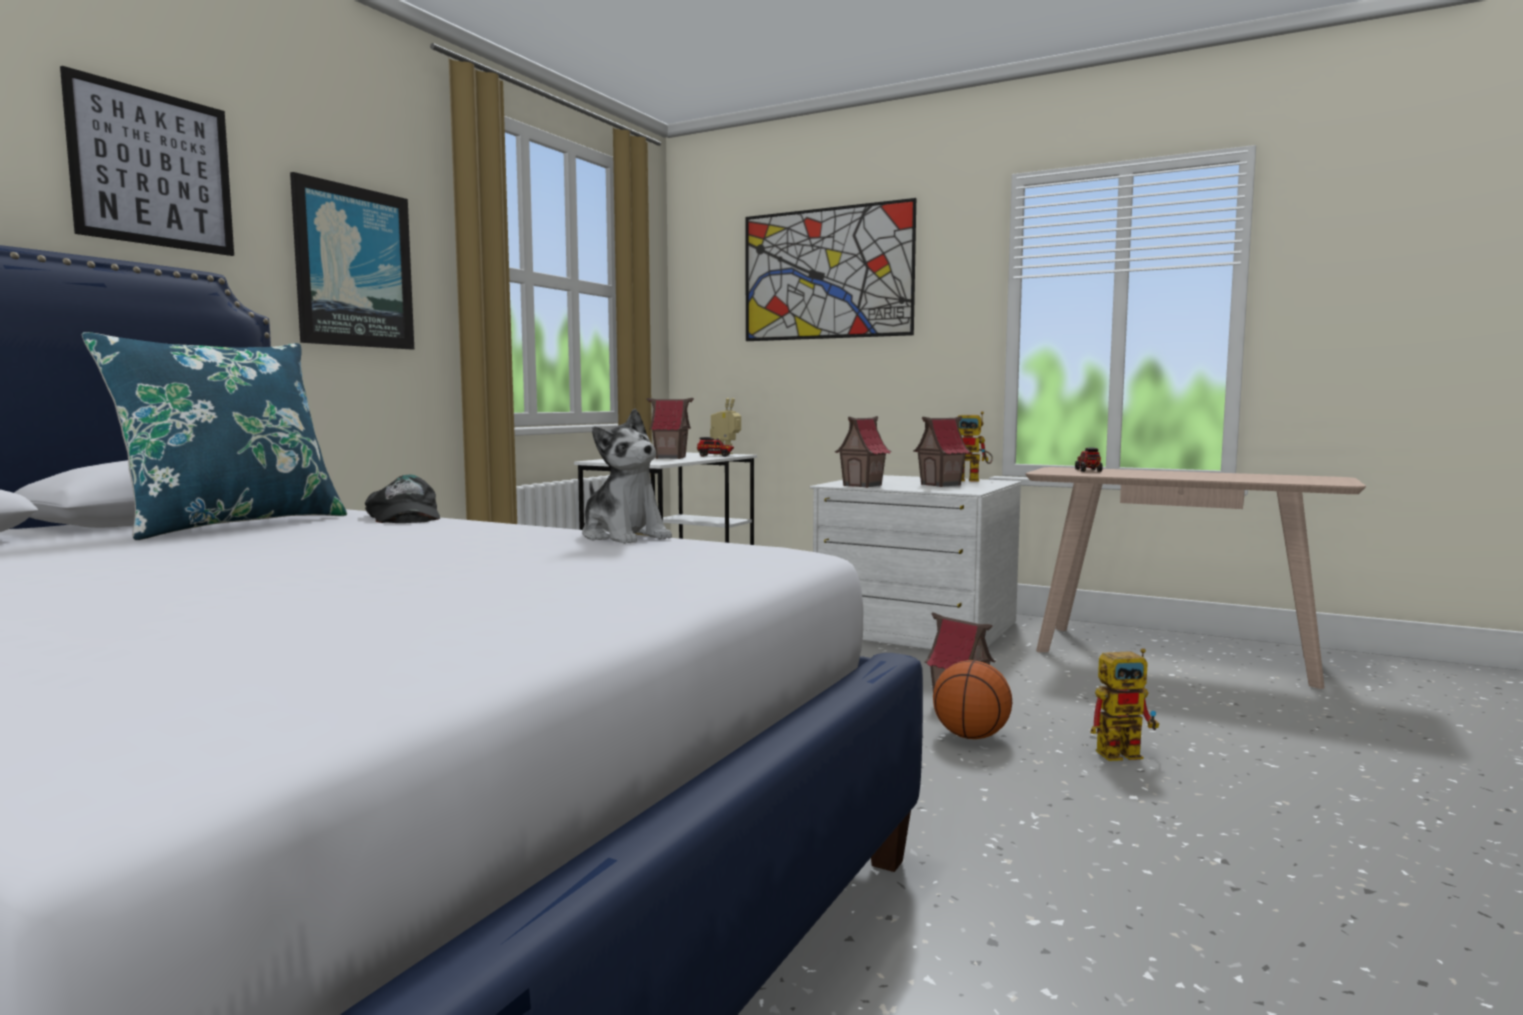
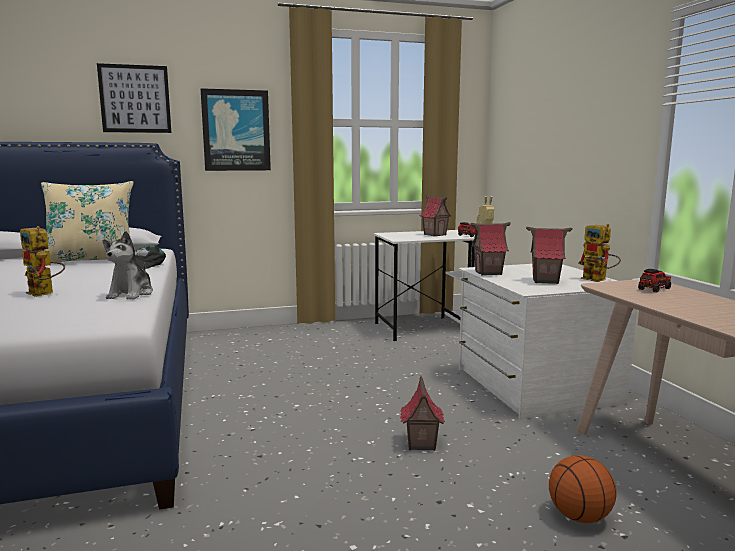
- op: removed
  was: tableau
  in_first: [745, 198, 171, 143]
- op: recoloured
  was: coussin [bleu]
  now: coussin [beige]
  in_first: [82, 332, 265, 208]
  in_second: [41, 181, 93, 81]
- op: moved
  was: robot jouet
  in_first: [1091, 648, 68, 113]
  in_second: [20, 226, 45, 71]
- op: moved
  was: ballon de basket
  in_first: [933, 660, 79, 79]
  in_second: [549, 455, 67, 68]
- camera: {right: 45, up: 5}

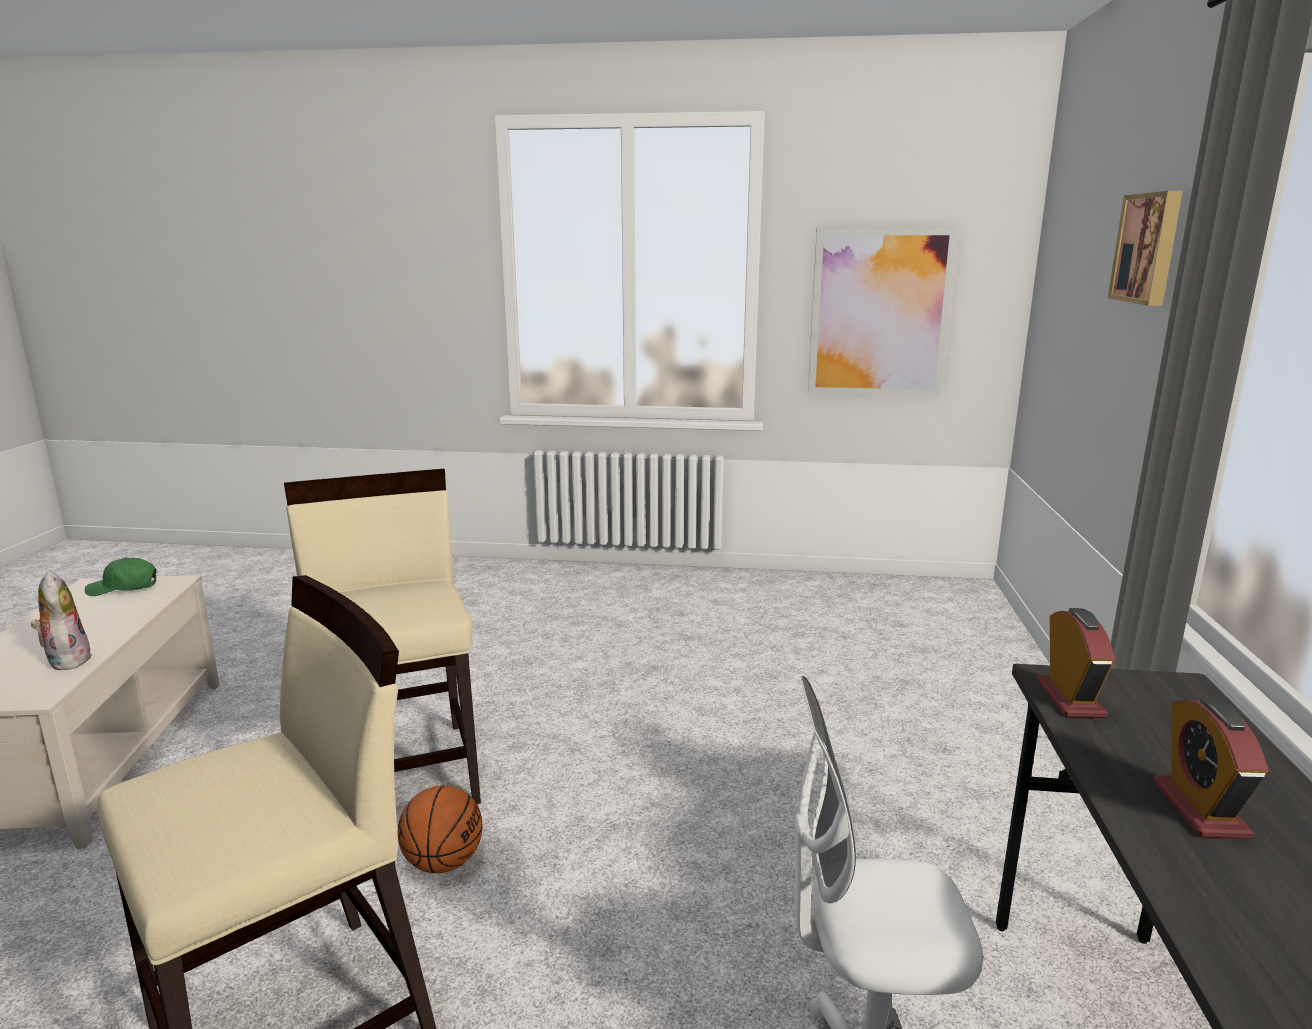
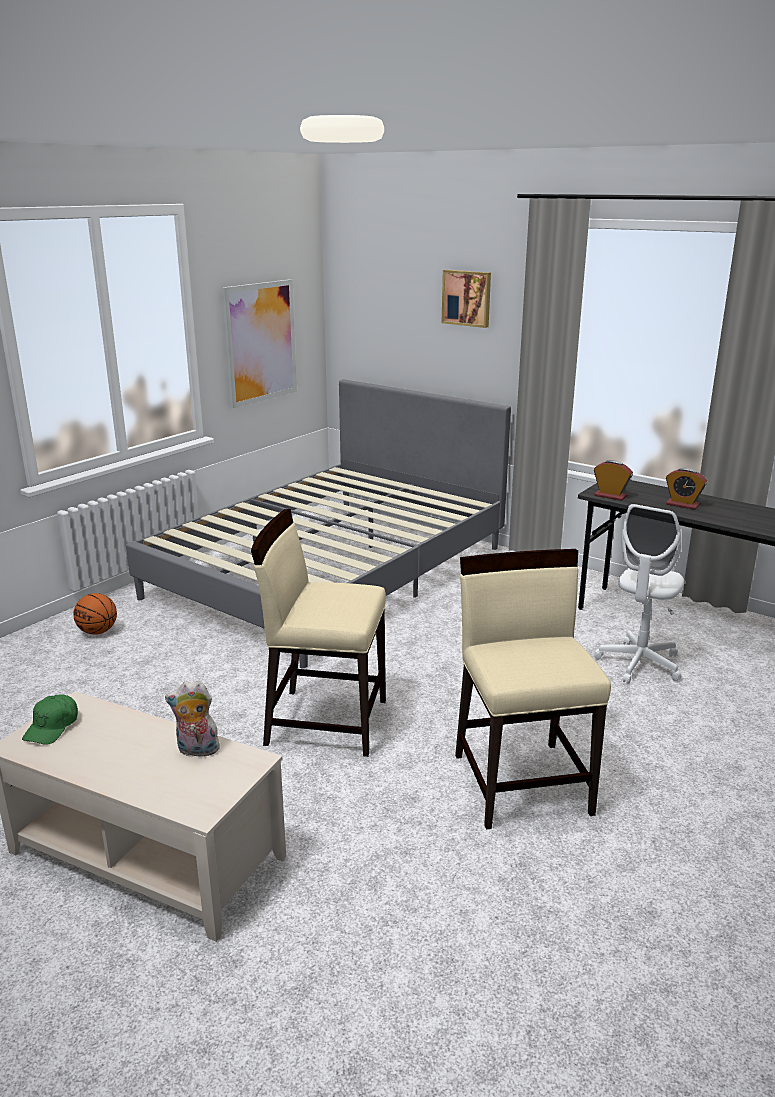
- op: moved
  was: ballon de basket
  in_first: [397, 786, 86, 87]
  in_second: [73, 593, 44, 42]
- op: added
  now: lit [gris]
  in_second: [126, 379, 385, 289]
- camera: {right: -60, up: 5}

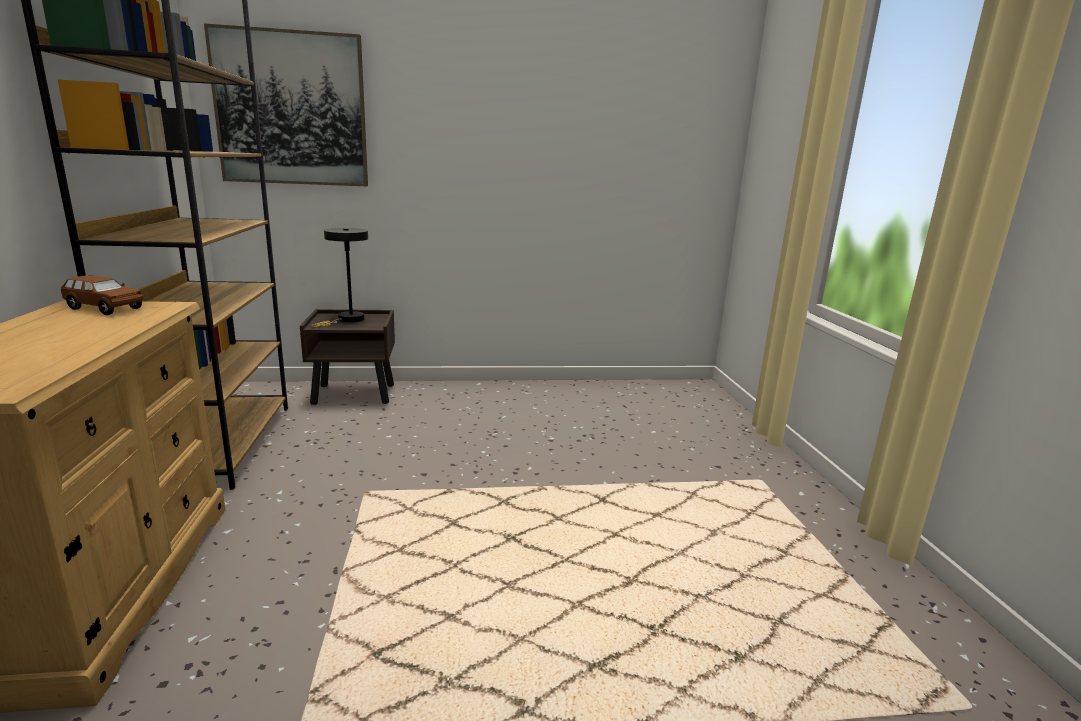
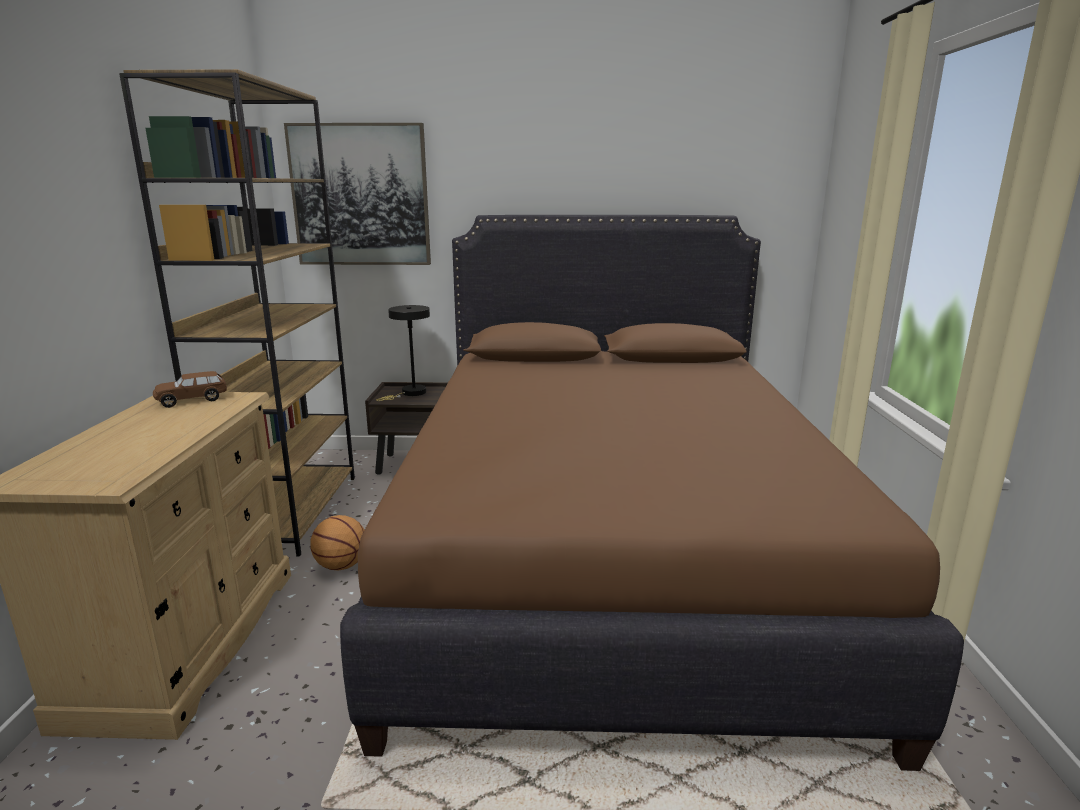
- op: turned
  was: petite voiture [marron]
  in_first: [61, 276, 82, 39]
  in_second: [153, 371, 74, 37]
  clockwise: 120
- op: added
  now: lit [marron]
  in_second: [340, 215, 624, 556]
- op: added
  now: ballon de basket
  in_second: [310, 515, 54, 56]
- camera: {right: 10, up: 0}

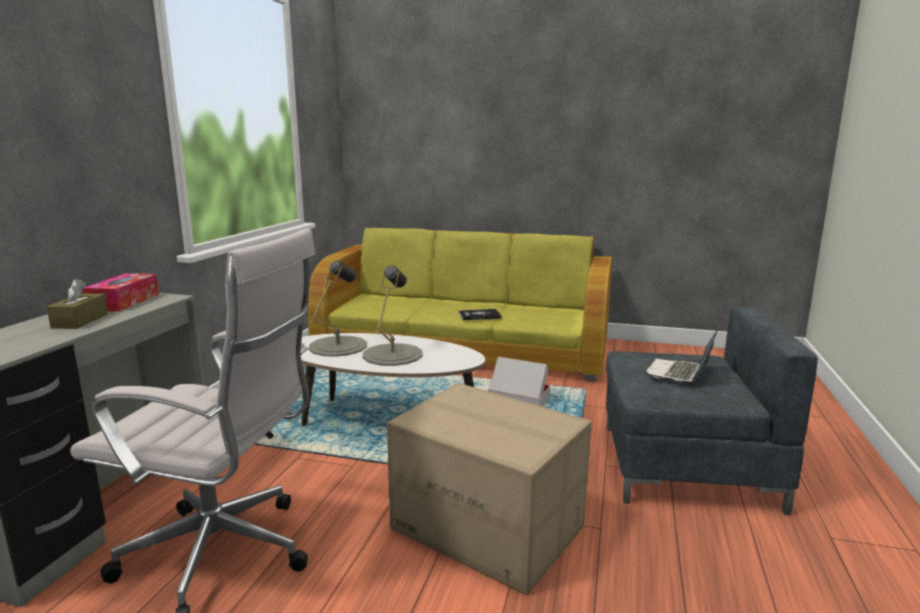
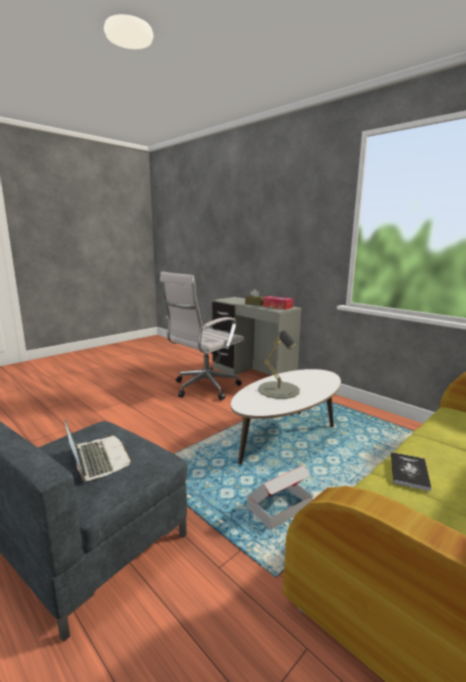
- op: removed
  was: lampe de table [gris]
  in_first: [308, 260, 59, 97]
- op: removed
  was: carton
  in_first: [387, 383, 205, 212]
- camera: {right: 120, up: 0}

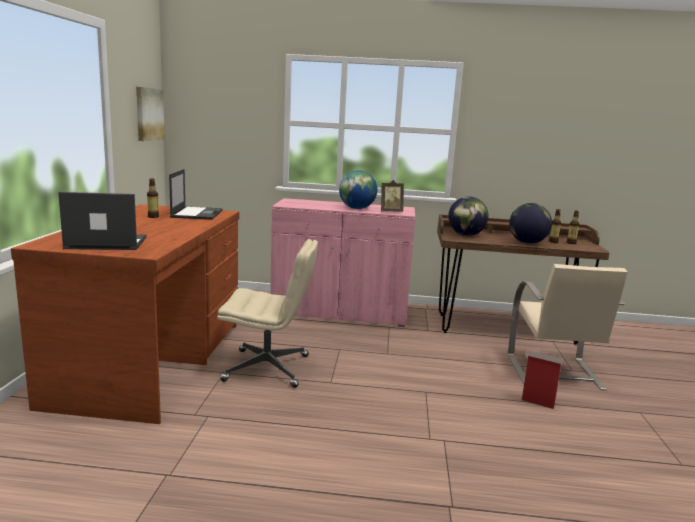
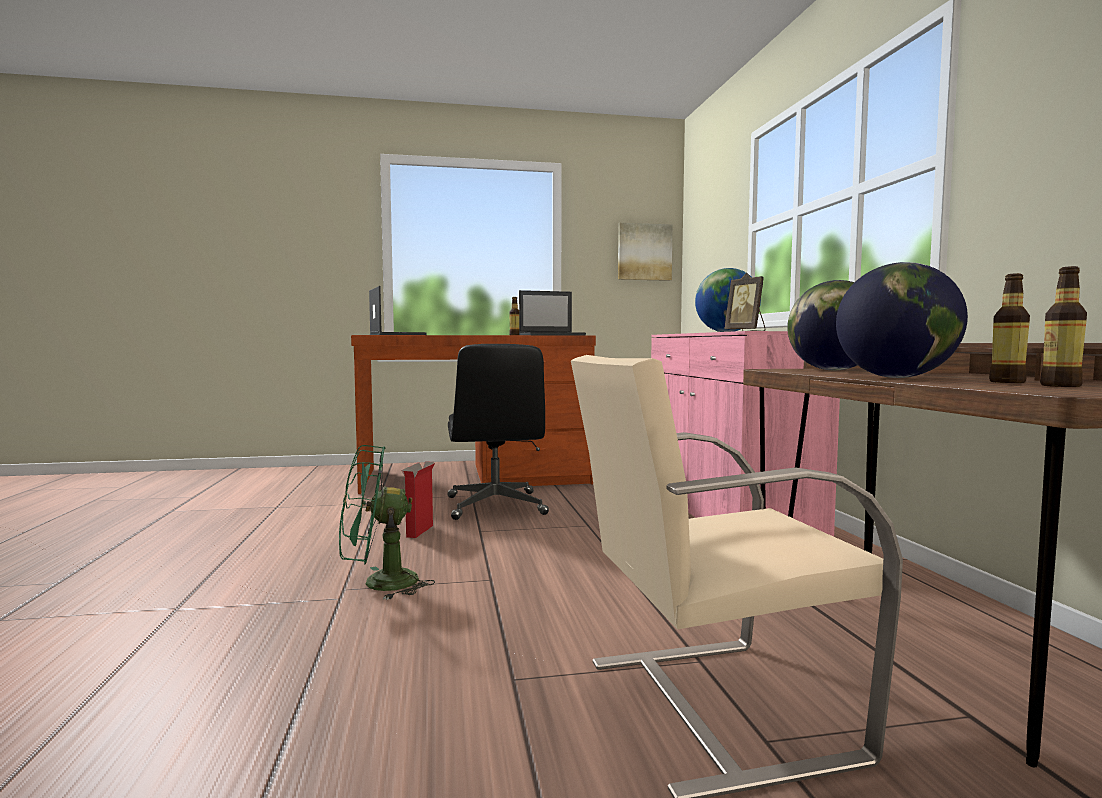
- op: recoloured
  was: chaise de bureau [beige]
  now: chaise de bureau [noir]
  in_first: [217, 239, 101, 149]
  in_second: [448, 344, 101, 176]
- op: moved
  was: carton
  in_first: [522, 351, 43, 58]
  in_second: [401, 461, 34, 77]
- op: added
  now: ventilateur [vert]
  in_second: [339, 445, 96, 155]
- camera: {right: 75, up: -10}

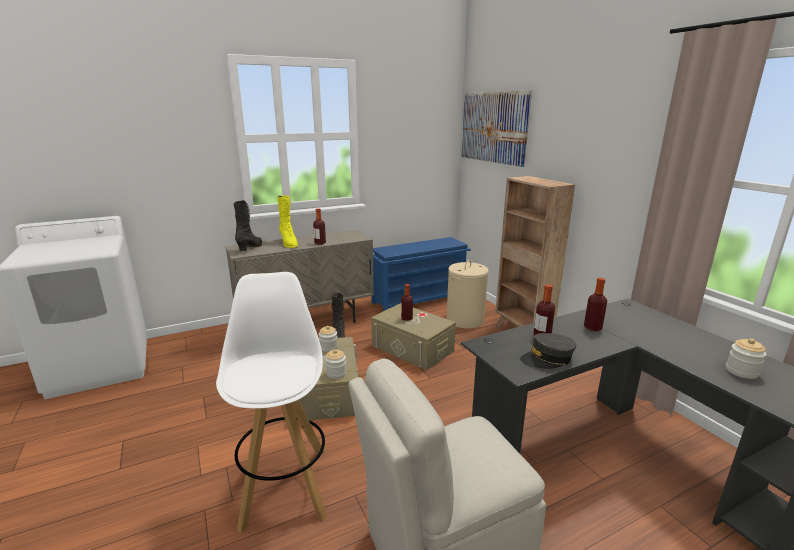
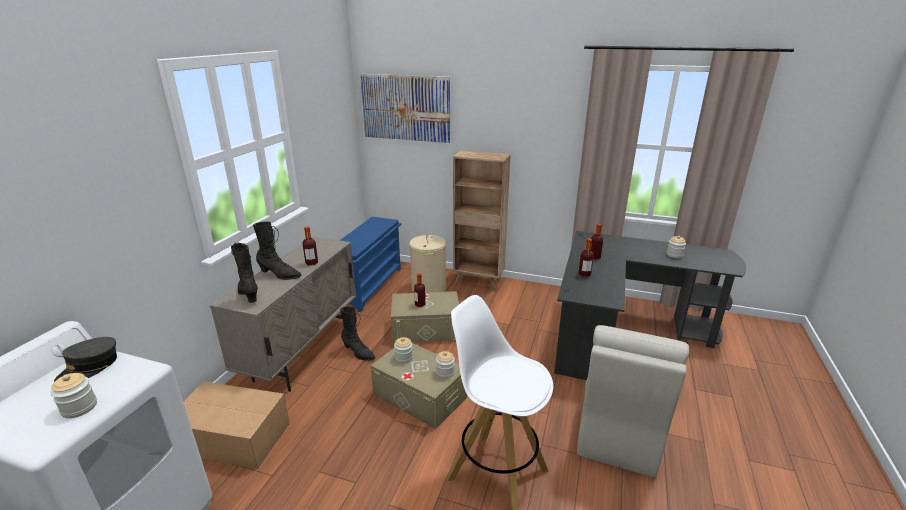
- op: recoloured
  was: botte [jaune]
  now: botte [noir]
  in_first: [277, 195, 21, 53]
  in_second: [253, 221, 49, 59]
- op: moved
  was: casquette [gris]
  in_first: [520, 333, 56, 36]
  in_second: [54, 337, 63, 45]
- op: added
  now: bocal
  in_second: [51, 373, 46, 45]
- op: added
  now: carton
  in_second: [183, 381, 107, 88]
- camera: {right: -45, up: 5}

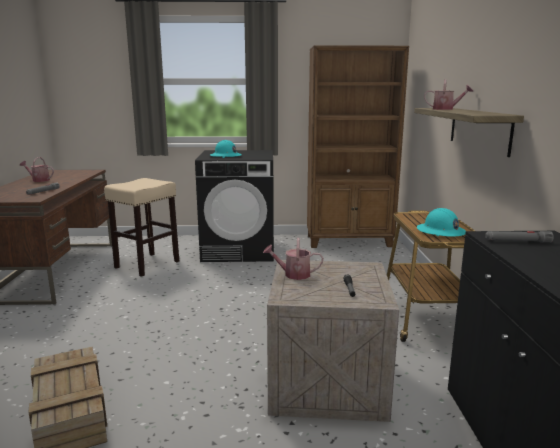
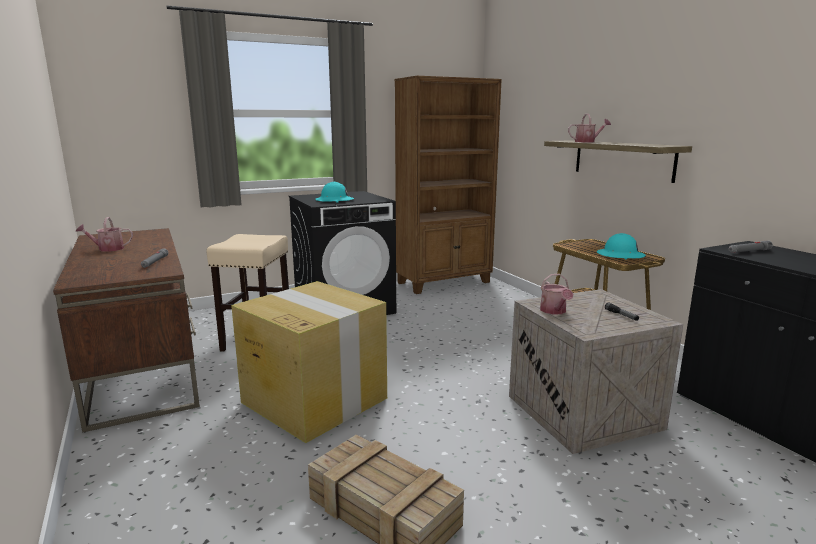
- op: turned
  was: arrosoir
  in_first: [263, 238, 60, 42]
  in_second: [540, 274, 33, 41]
  clockwise: -75
- op: added
  now: carton
  in_second: [231, 281, 156, 162]
- camera: {right: -25, up: 0}

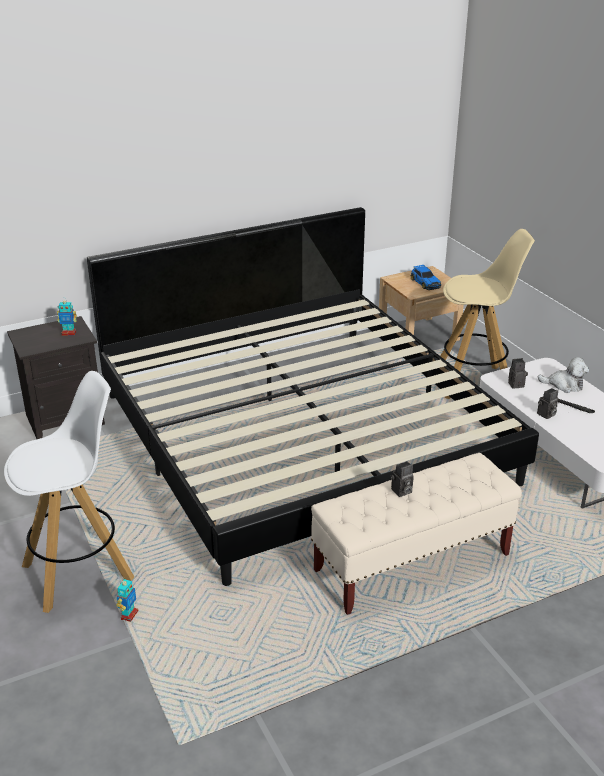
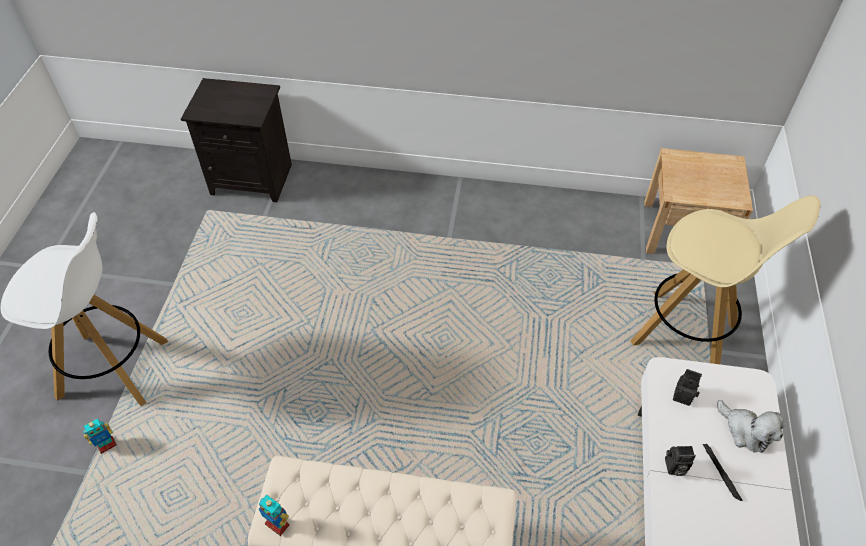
- op: removed
  was: lit
  in_first: [87, 207, 452, 379]
- op: removed
  was: petite voiture
  in_first: [411, 265, 30, 25]
- op: moved
  was: robot jouet
  in_first: [57, 298, 20, 38]
  in_second: [259, 495, 30, 41]
- op: removed
  was: appareil photo
  in_first: [390, 461, 24, 36]
- camera: {right: 35, up: 20}

